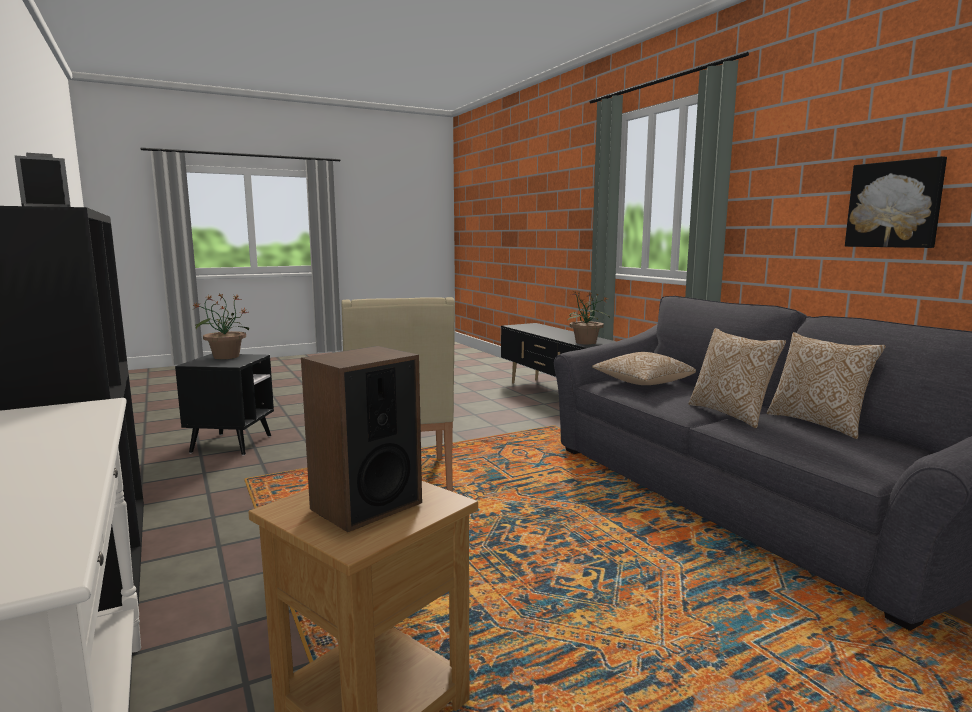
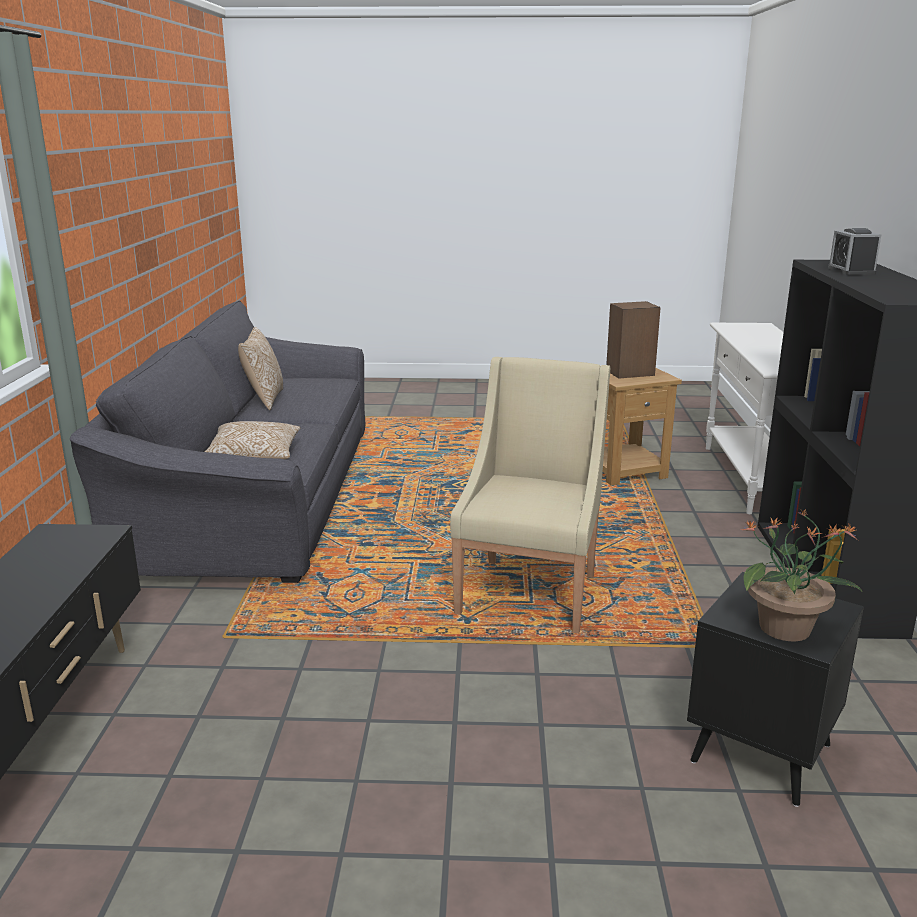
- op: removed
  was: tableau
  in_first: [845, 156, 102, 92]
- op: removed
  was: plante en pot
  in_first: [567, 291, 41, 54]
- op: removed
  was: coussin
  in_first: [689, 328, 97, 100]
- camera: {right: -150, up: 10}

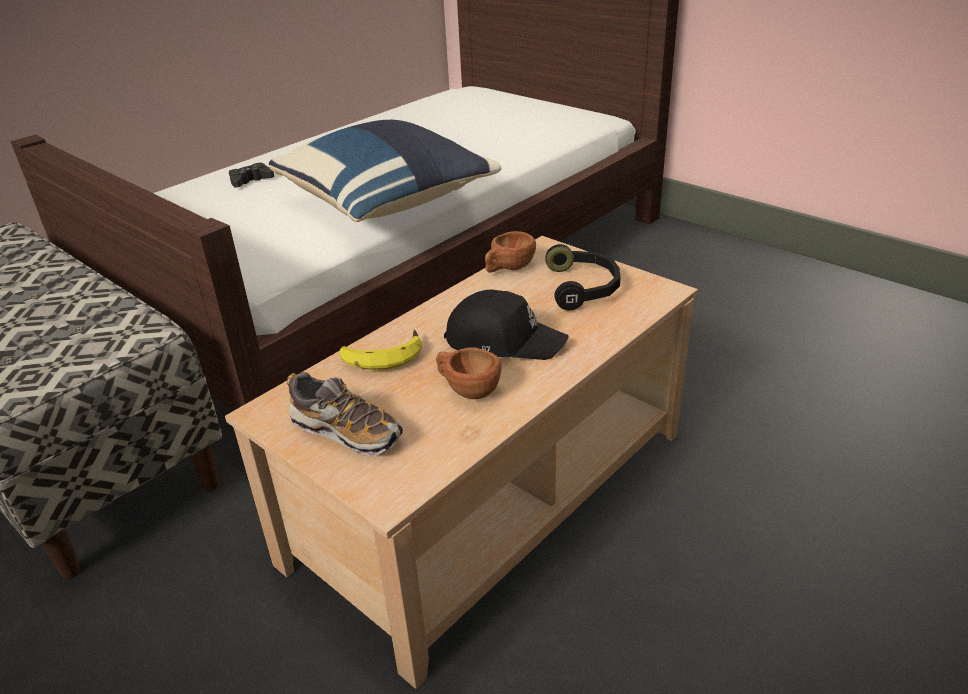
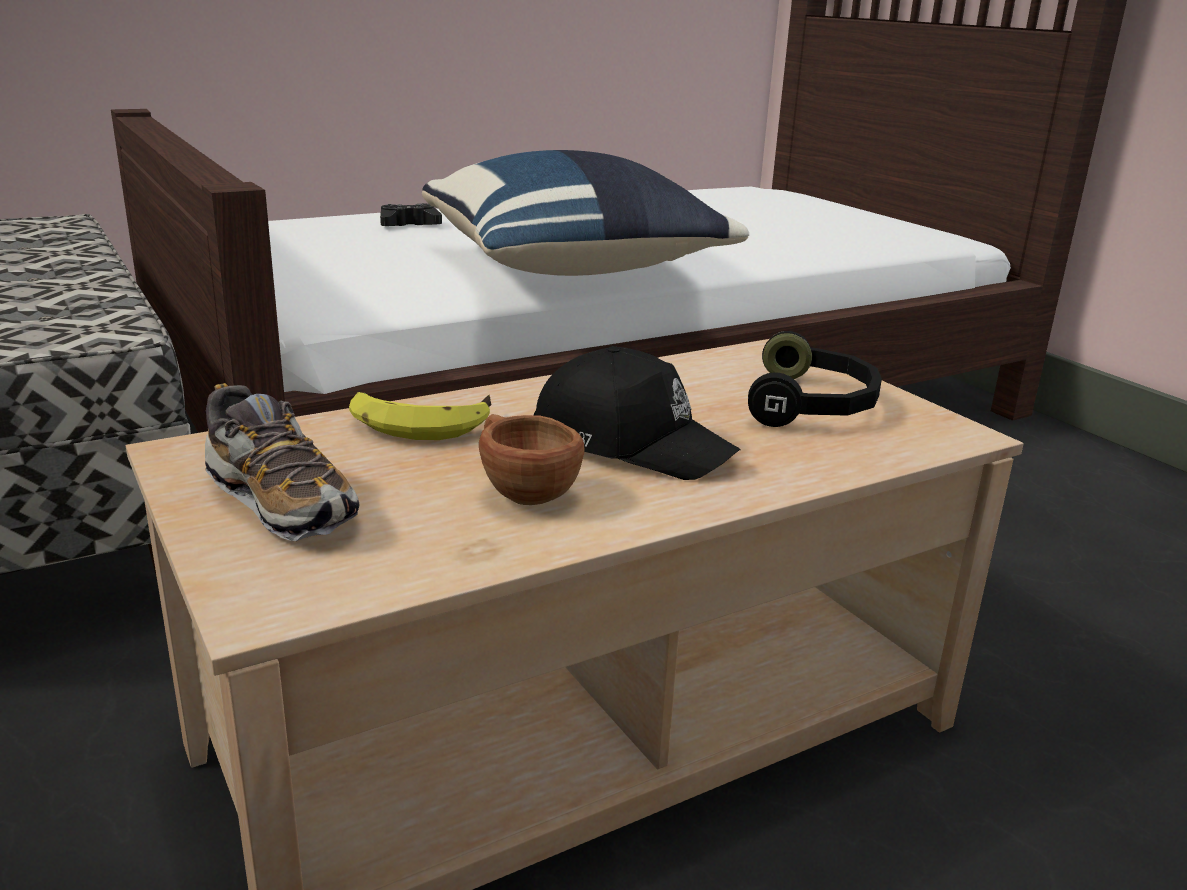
- op: removed
  was: tasse [marron]
  in_first: [485, 231, 51, 42]
- camera: {right: 15, up: -10}

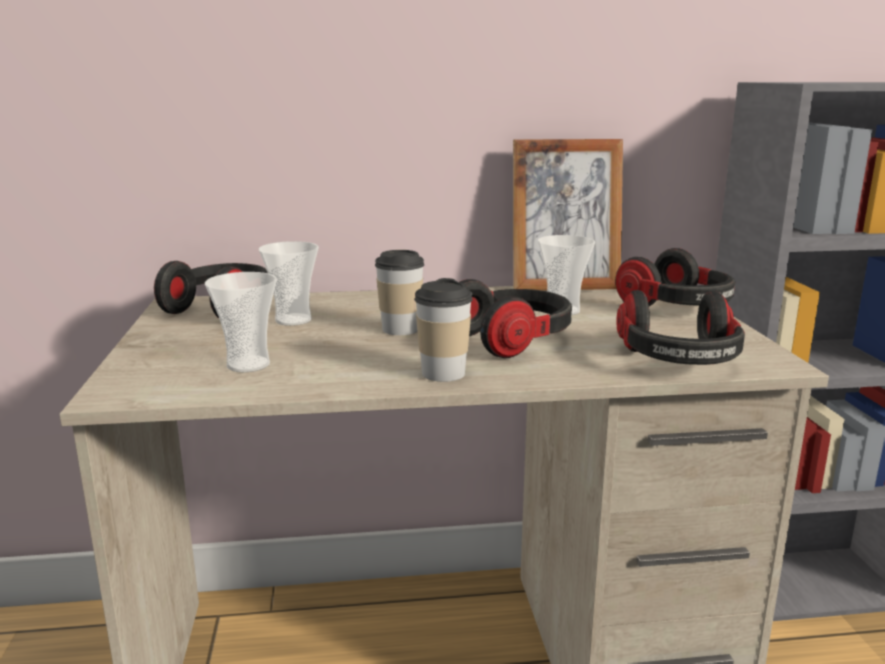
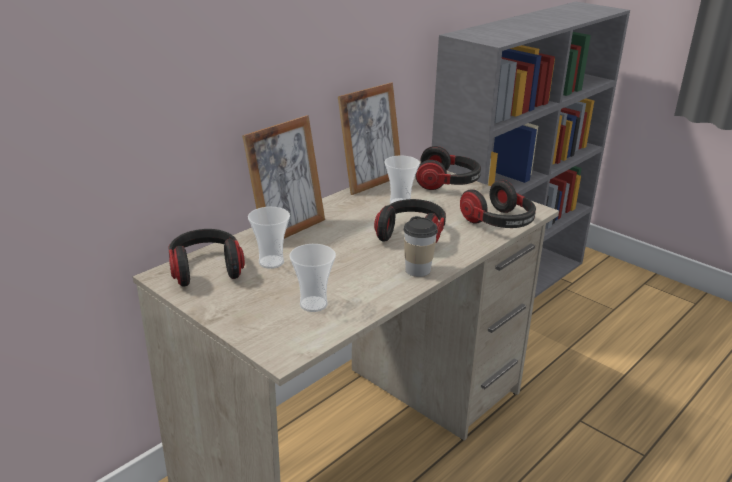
- op: removed
  was: tasse
  in_first: [375, 250, 49, 85]
- op: added
  now: cadre photo
  in_second: [242, 115, 83, 124]
- camera: {right: -40, up: 10}

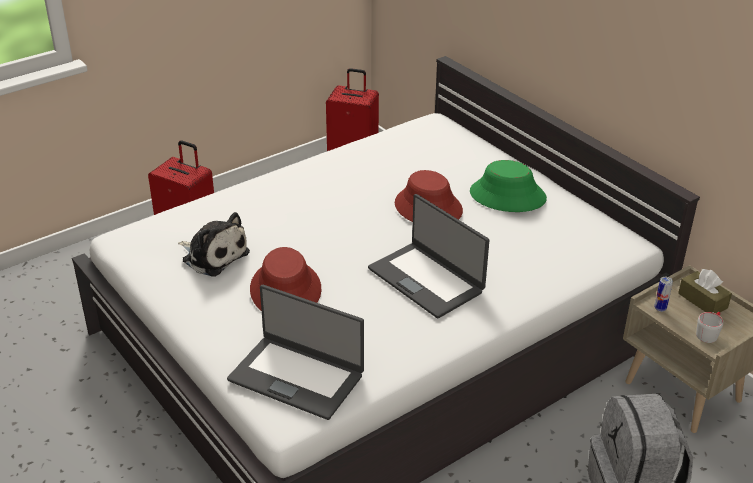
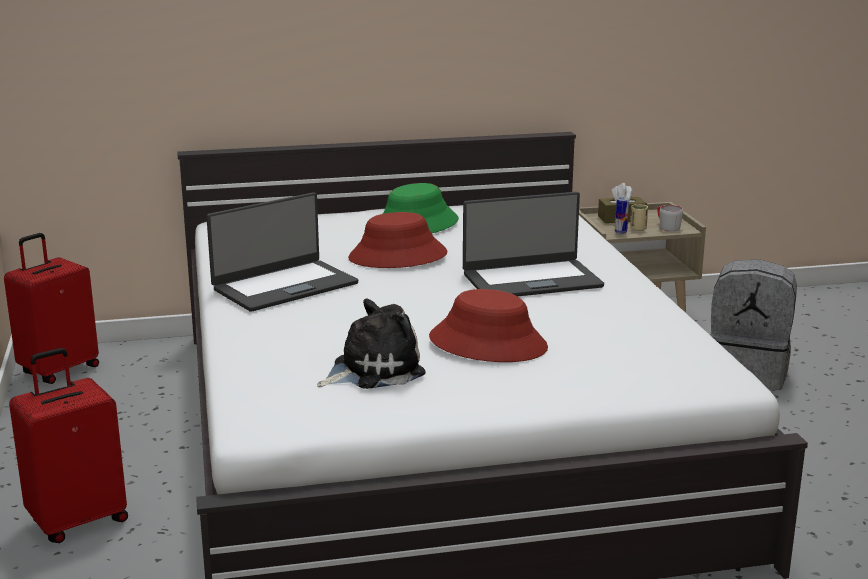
- op: moved
  was: ordinateur portable
  in_first: [227, 285, 137, 135]
  in_second: [206, 192, 152, 120]
- op: added
  now: tasse [beige]
  in_second: [630, 204, 18, 27]
- camera: {right: -65, up: -15}

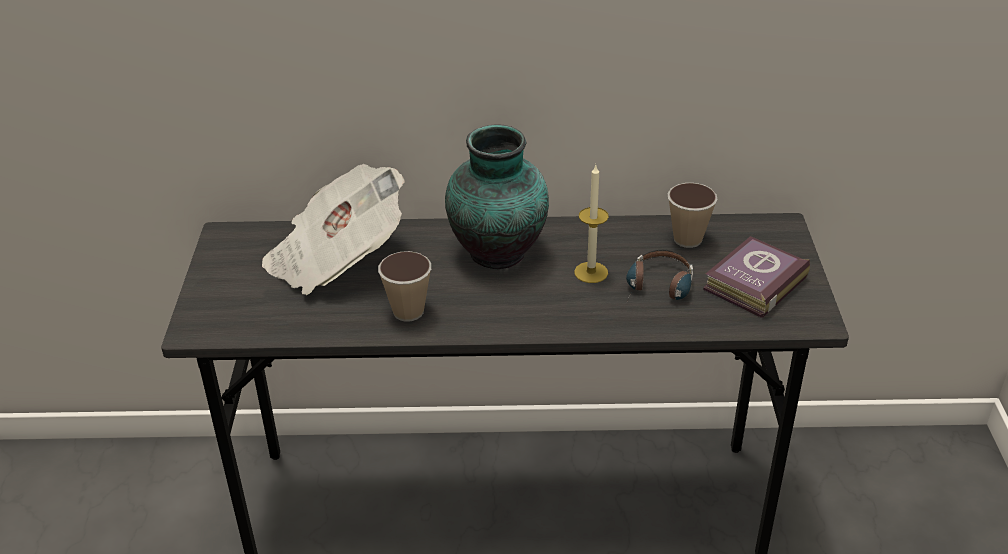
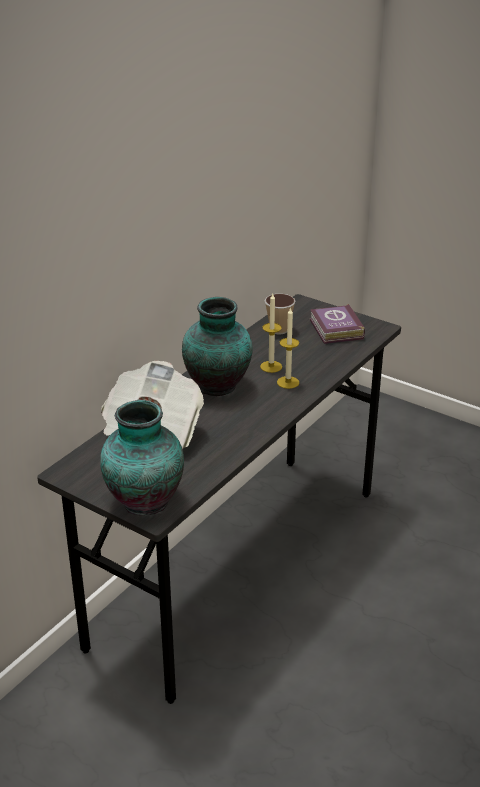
- op: removed
  was: casque audio
  in_first: [626, 250, 67, 51]
- op: removed
  was: tasse
  in_first: [378, 251, 53, 71]
- op: added
  now: bougie
  in_second: [277, 307, 22, 82]
- op: added
  now: vase
  in_second: [100, 399, 84, 116]
- camera: {right: -55, up: -5}

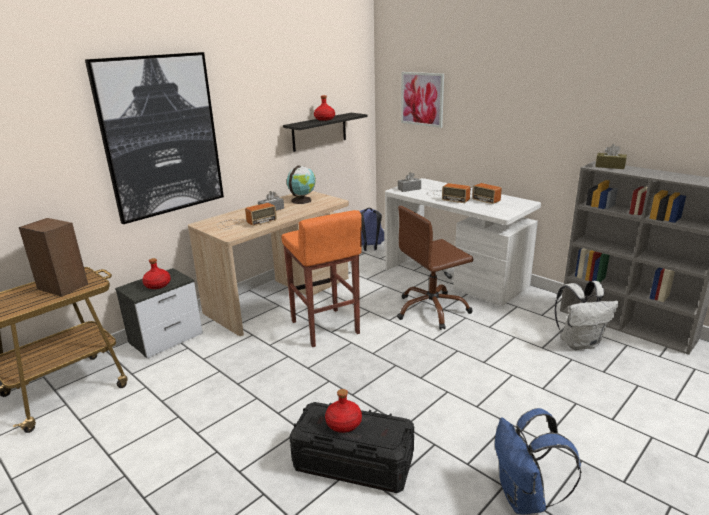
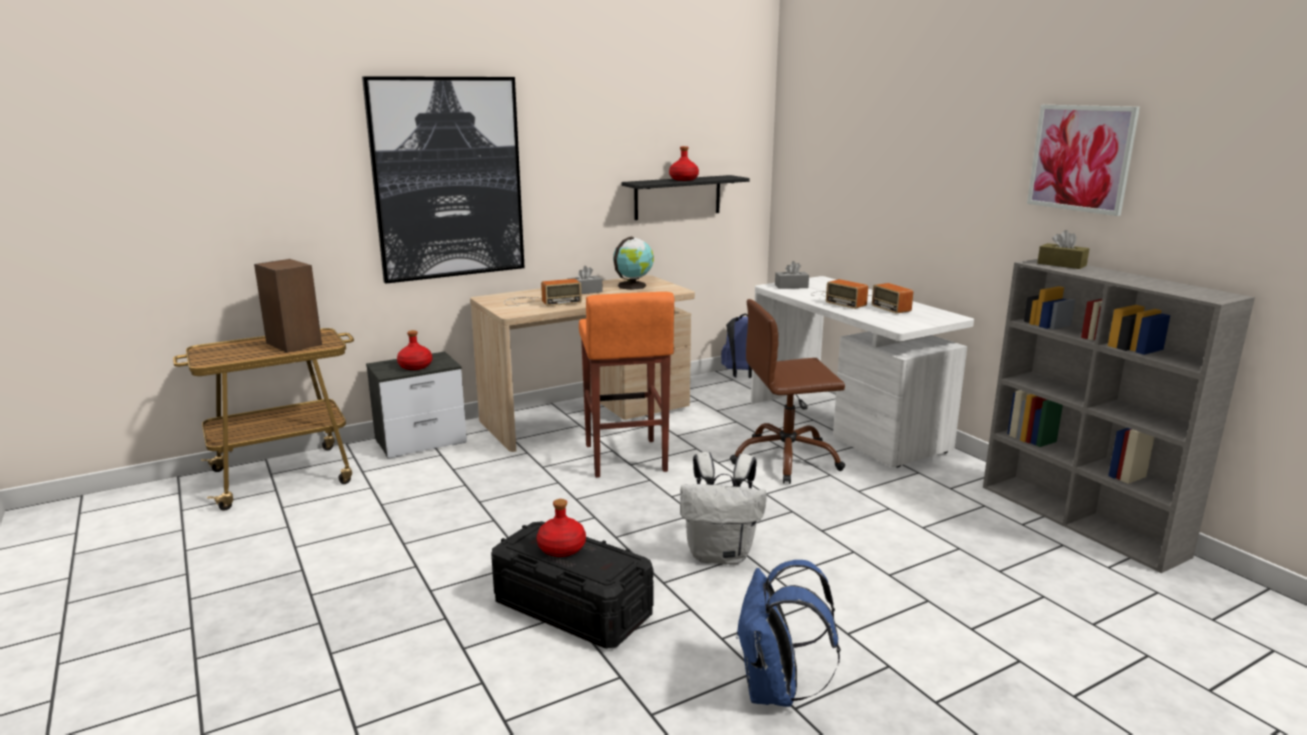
- op: moved
  was: tableau
  in_first: [401, 72, 43, 56]
  in_second: [1027, 105, 113, 111]
- op: moved
  was: sac à dos [blanc]
  in_first: [555, 281, 64, 69]
  in_second: [680, 452, 87, 112]
- camera: {right: 15, up: -5}

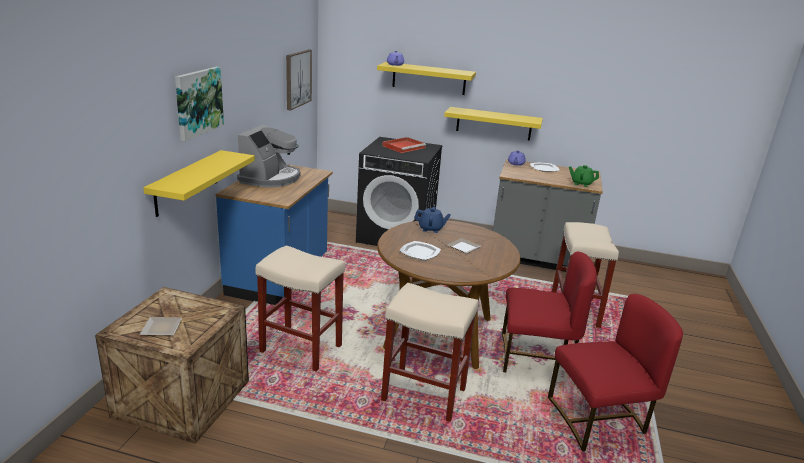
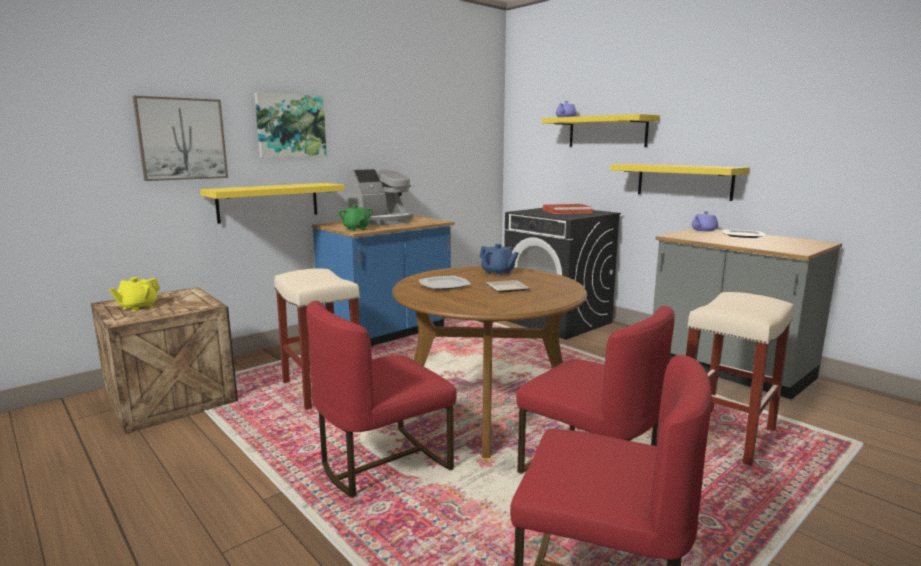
- op: moved
  was: tableau
  in_first: [286, 50, 26, 61]
  in_second: [133, 96, 95, 85]
- op: moved
  was: théière [vert]
  in_first: [569, 165, 30, 22]
  in_second: [338, 205, 35, 26]
- op: replaced
  was: tabouret [beige]
  now: chaise [rouge]
  in_first: [381, 283, 98, 139]
  in_second: [306, 301, 151, 197]
- op: replaced
  was: assiette
  now: théière [jaune]
  in_first: [140, 317, 42, 19]
  in_second: [109, 277, 51, 34]
- camera: {right: 35, up: -10}

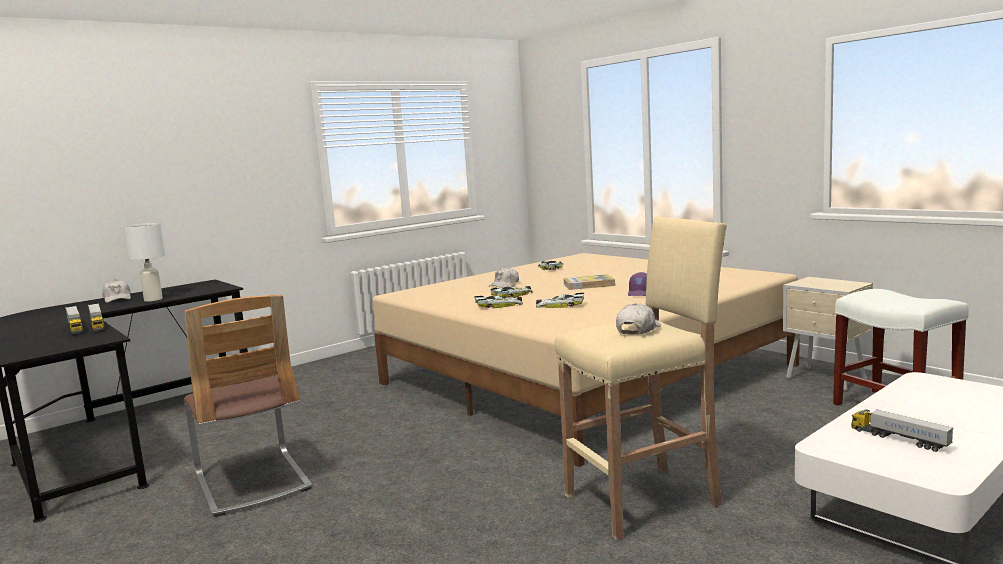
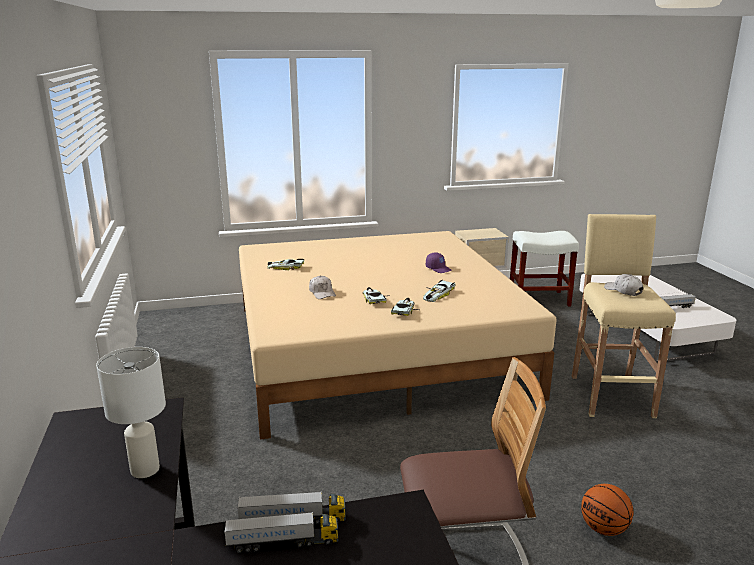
- op: removed
  was: livre
  in_first: [563, 274, 52, 16]
- op: removed
  was: casquette [blanc]
  in_first: [102, 280, 29, 23]
- op: added
  now: ballon de basket
  in_second: [581, 484, 52, 52]
- camera: {right: -65, up: 10}

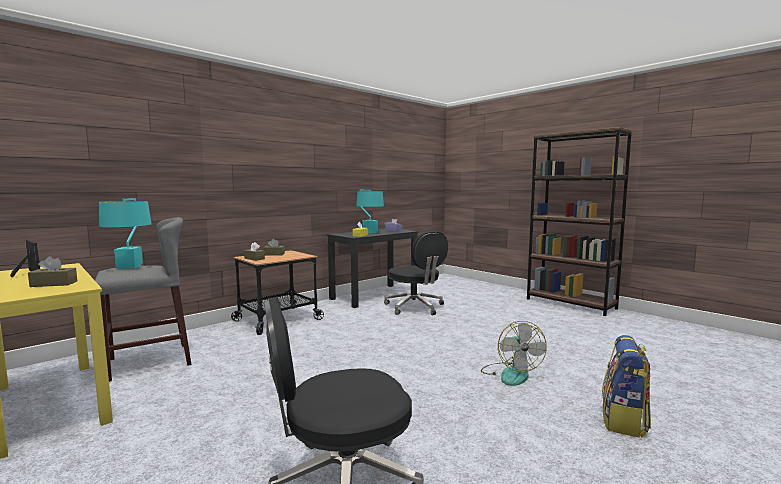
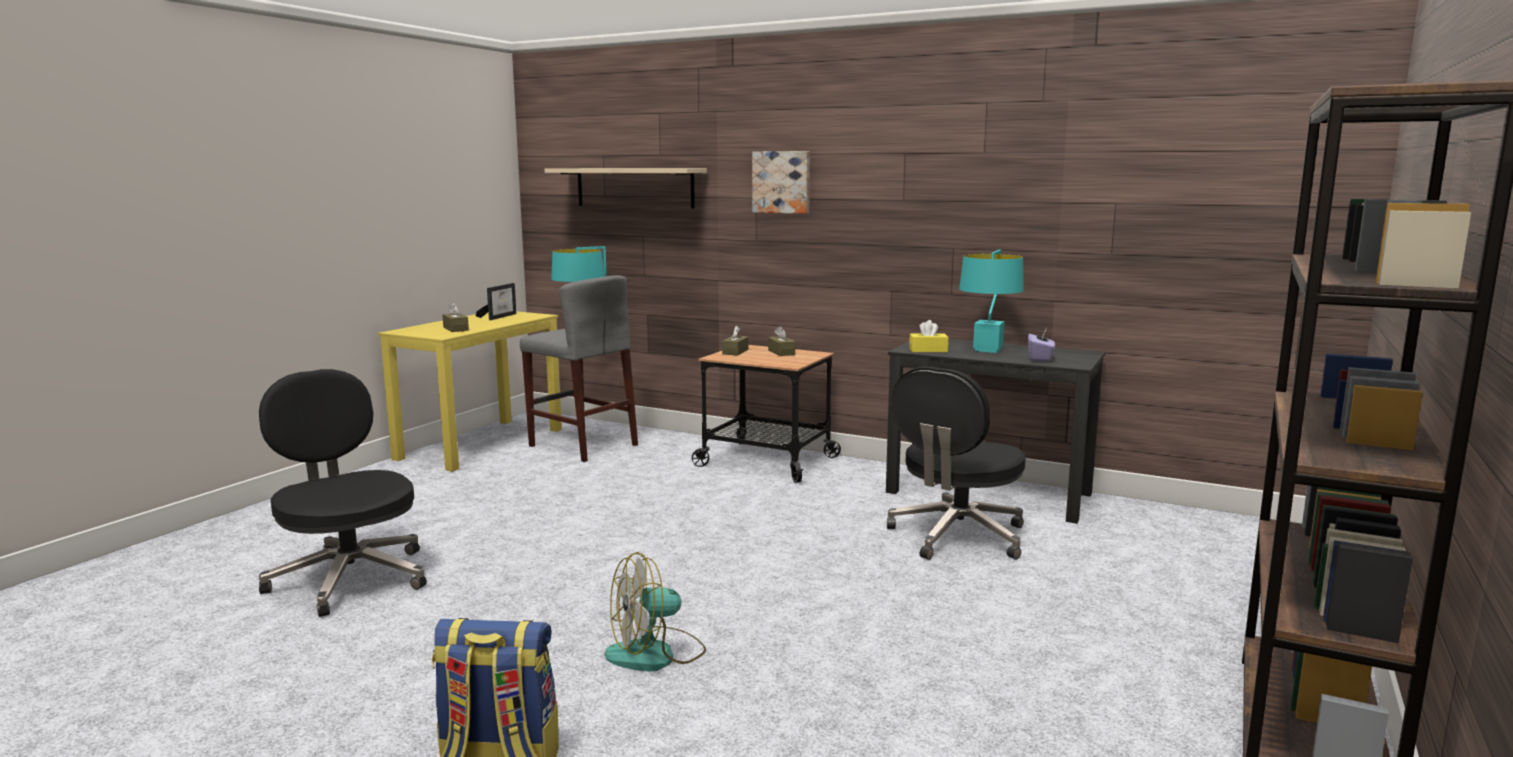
- op: added
  now: tableau
  in_second: [752, 151, 58, 63]
- op: added
  now: étagère [beige]
  in_second: [545, 168, 162, 41]
- camera: {right: 70, up: 5}

